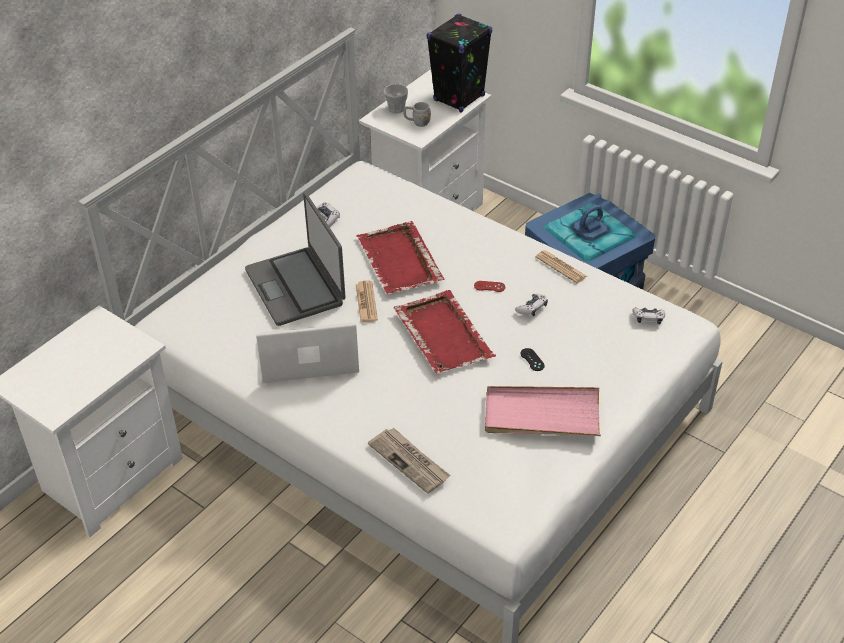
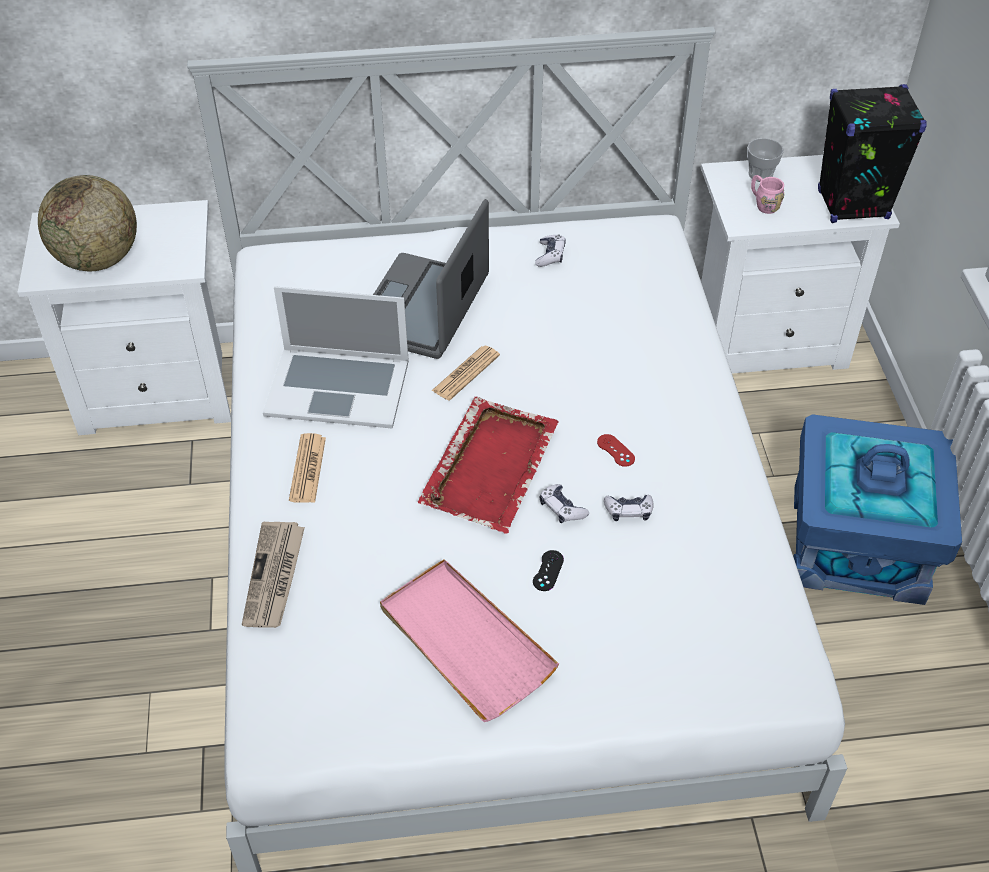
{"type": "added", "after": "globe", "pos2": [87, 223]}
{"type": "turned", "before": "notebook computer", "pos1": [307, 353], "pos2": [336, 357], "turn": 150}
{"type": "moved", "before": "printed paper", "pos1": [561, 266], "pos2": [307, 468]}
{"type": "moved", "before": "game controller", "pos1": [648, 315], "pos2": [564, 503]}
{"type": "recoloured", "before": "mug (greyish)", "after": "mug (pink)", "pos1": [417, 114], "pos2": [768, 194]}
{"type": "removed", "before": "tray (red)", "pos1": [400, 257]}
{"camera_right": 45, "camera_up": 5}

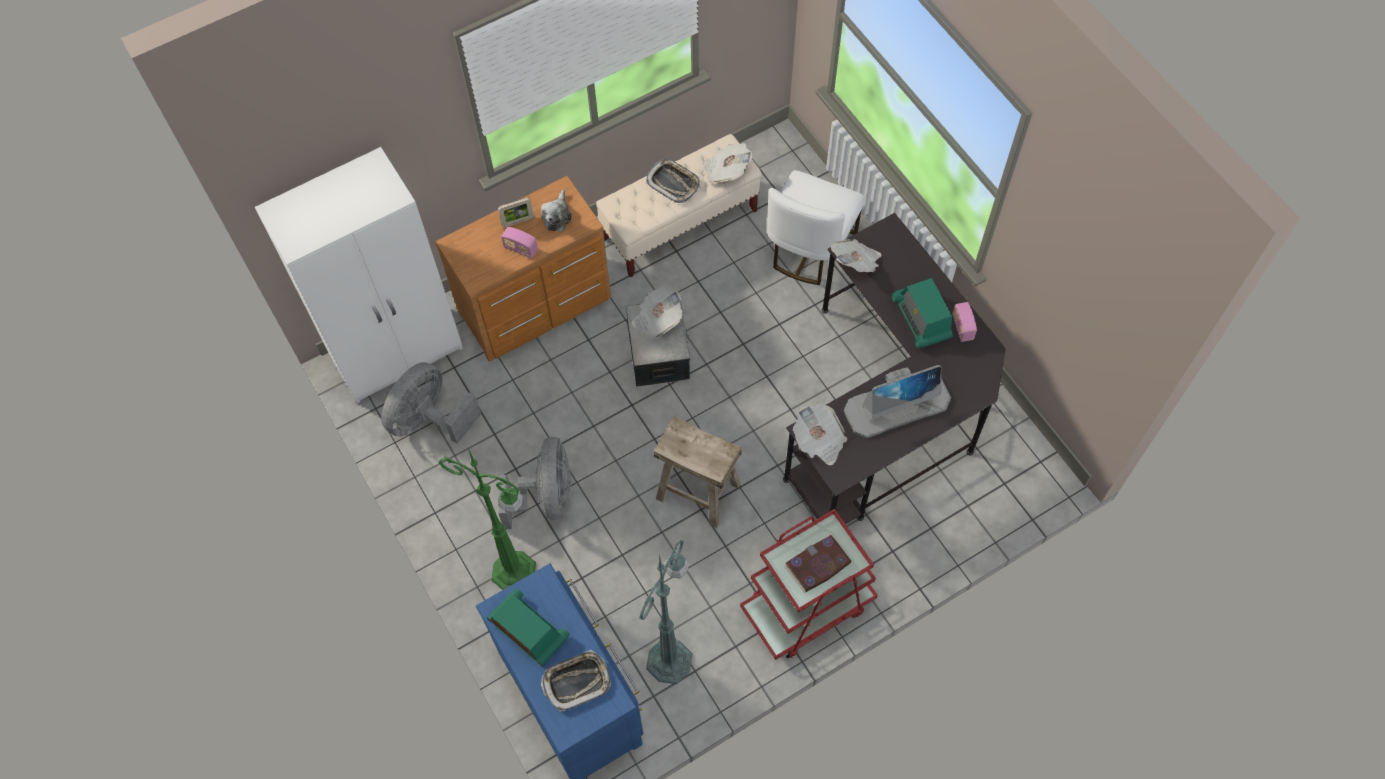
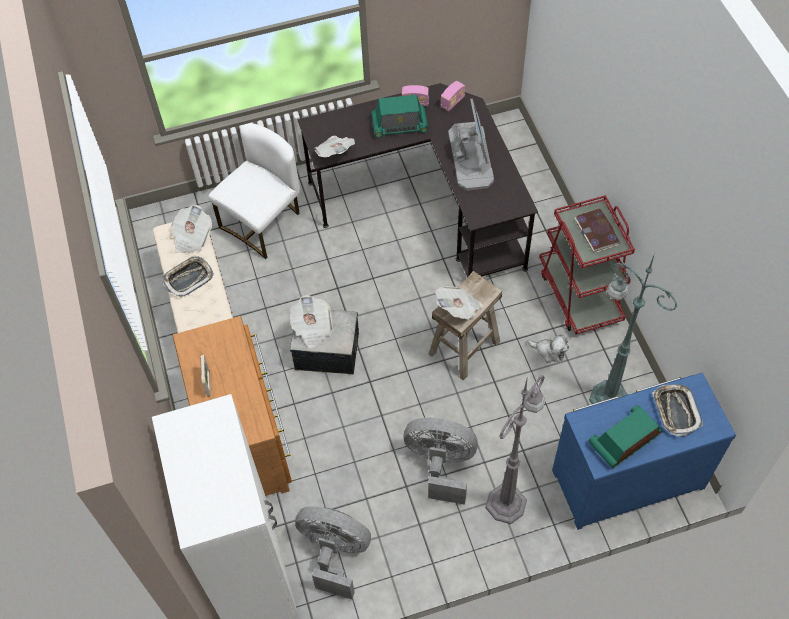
{"type": "turned", "before": "chair (white)", "pos1": [816, 227], "pos2": [254, 191], "turn": -90}
{"type": "turned", "before": "fan (greyish)", "pos1": [431, 403], "pos2": [333, 553], "turn": 150}
{"type": "moved", "before": "printed paper", "pos1": [820, 434], "pos2": [459, 303]}
{"type": "moved", "before": "radio", "pos1": [519, 242], "pos2": [453, 96]}
{"type": "recoloured", "before": "standing lamp (greenish)", "after": "standing lamp (greyish)", "pos1": [487, 519], "pos2": [515, 449]}
{"type": "moved", "before": "soft toy", "pos1": [556, 211], "pos2": [548, 349]}
{"camera_right": -75, "camera_up": -5}

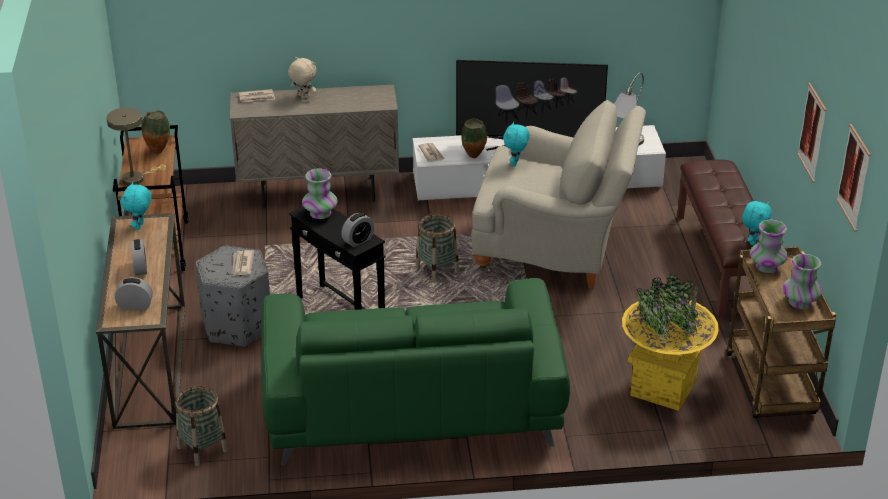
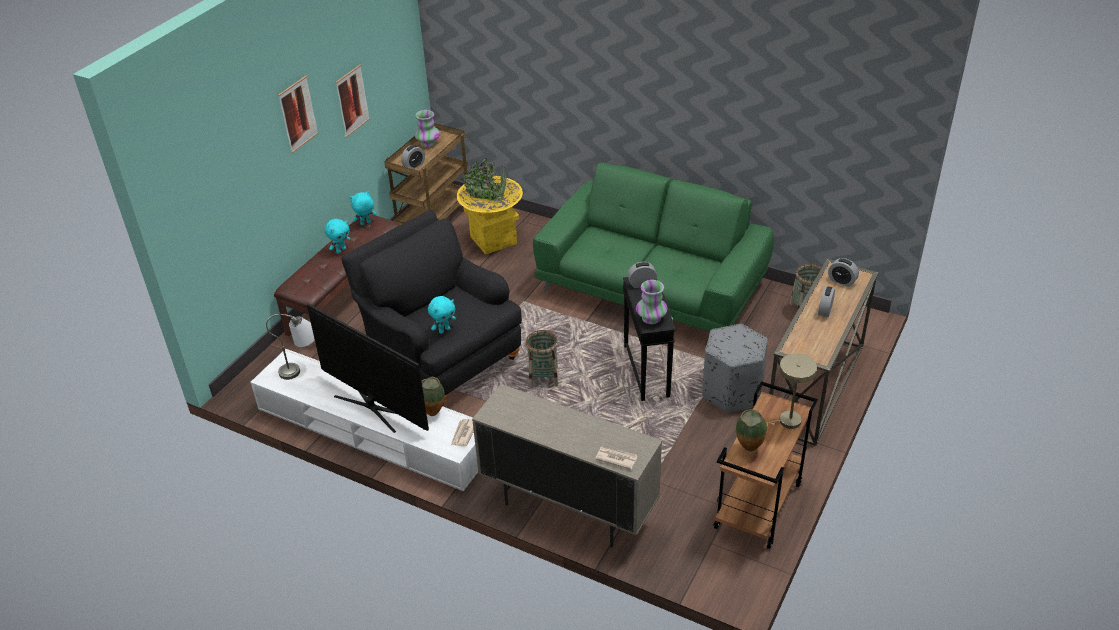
{"type": "moved", "before": "wall art", "pos1": [853, 178], "pos2": [298, 114]}
{"type": "moved", "before": "soft toy (blue-green)", "pos1": [136, 206], "pos2": [337, 236]}
{"type": "recoloured", "before": "armchair (sand-coloured)", "after": "armchair (black-coloured)", "pos1": [558, 194], "pos2": [431, 307]}
{"type": "replaced", "before": "decorative vase", "after": "bedside clock", "pos1": [769, 246], "pos2": [413, 157]}
{"type": "removed", "before": "printed paper", "pos1": [244, 263]}
{"type": "removed", "before": "soft toy (sand-coloured)", "pos1": [302, 77]}
{"camera_right": -145, "camera_up": 5}

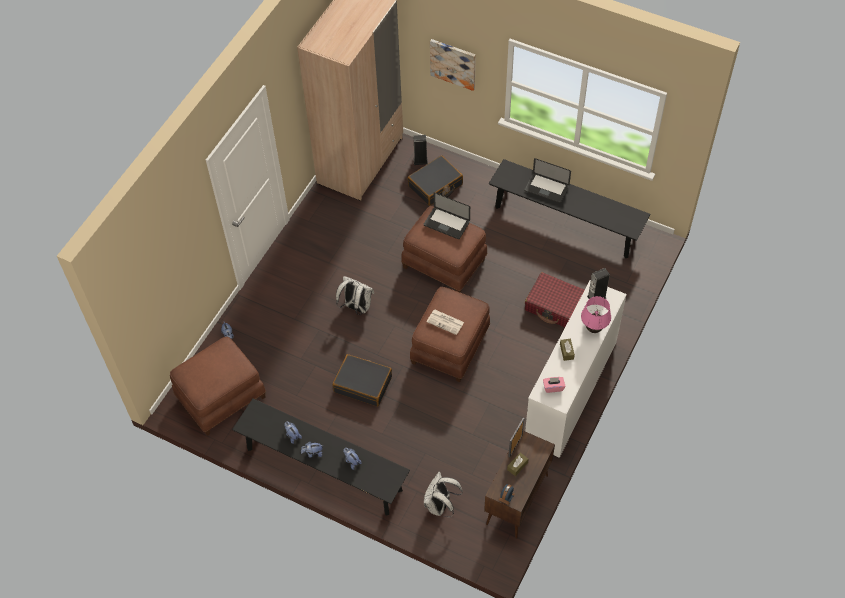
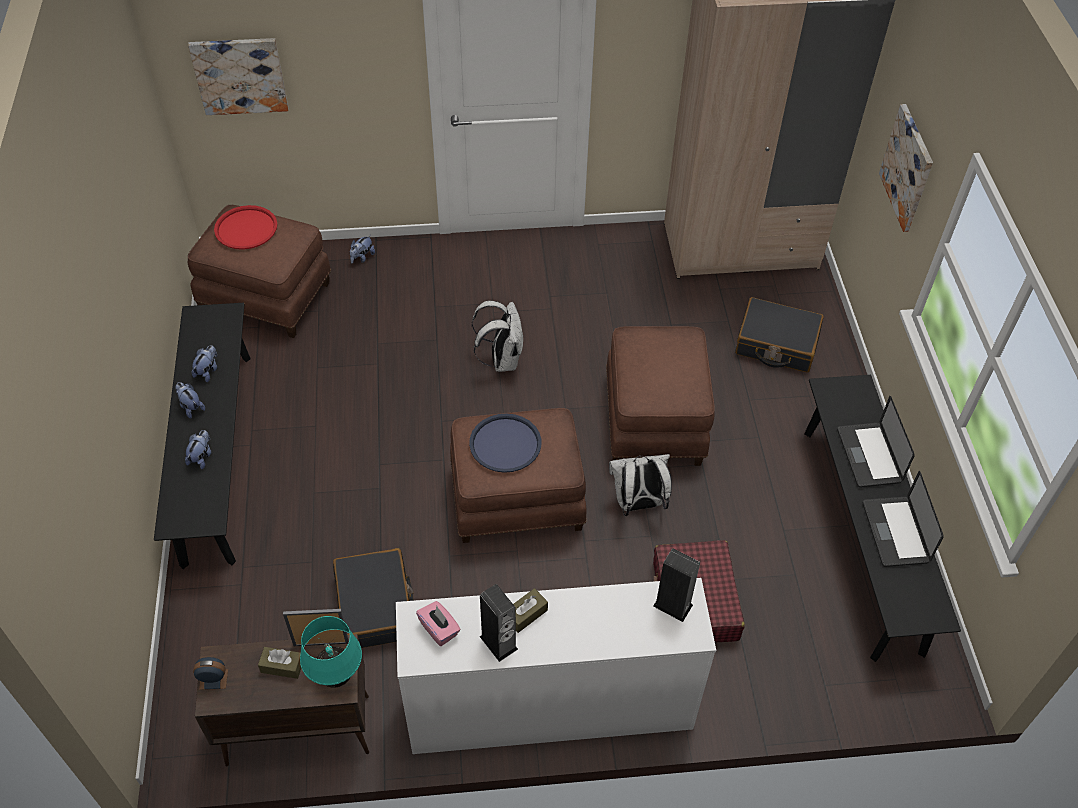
{"type": "added", "after": "wall art", "pos2": [238, 76]}
{"type": "added", "after": "tray (red)", "pos2": [245, 227]}
{"type": "added", "after": "table lamp (blue-green)", "pos2": [331, 652]}
{"type": "moved", "before": "travel case (black-coloured)", "pos1": [362, 380], "pos2": [373, 598]}
{"type": "replaced", "before": "printed paper", "after": "tray (blue-coloured)", "pos1": [445, 322], "pos2": [505, 443]}
{"type": "moved", "before": "speaker", "pos1": [420, 150], "pos2": [498, 623]}
{"type": "moved", "before": "backpack (white)", "pos1": [443, 494], "pos2": [640, 485]}
{"type": "moved", "before": "notebook computer", "pos1": [447, 215], "pos2": [903, 519]}
{"type": "removed", "before": "table lamp (pink)", "pos1": [596, 314]}
{"camera_right": 55, "camera_up": -5}

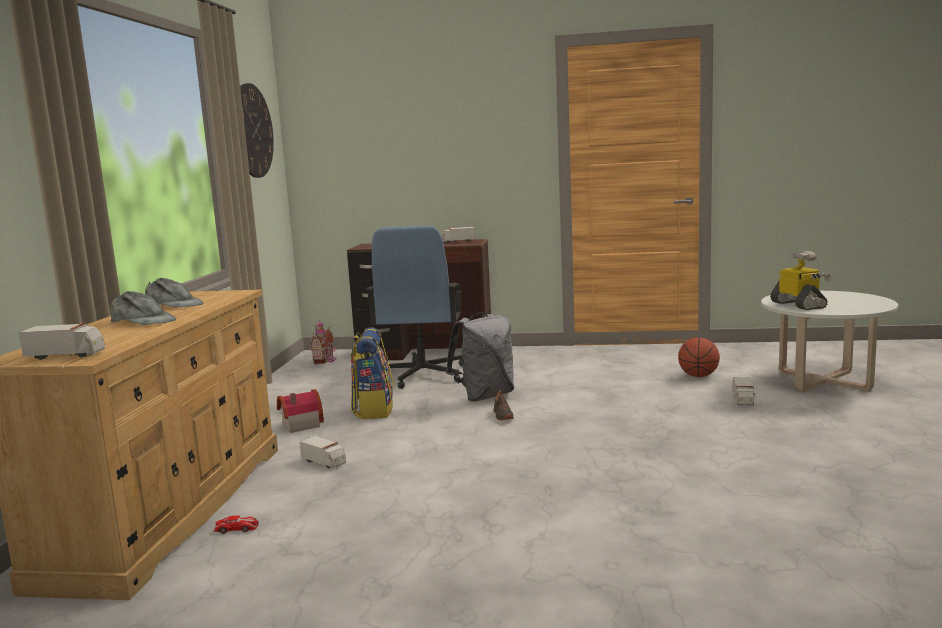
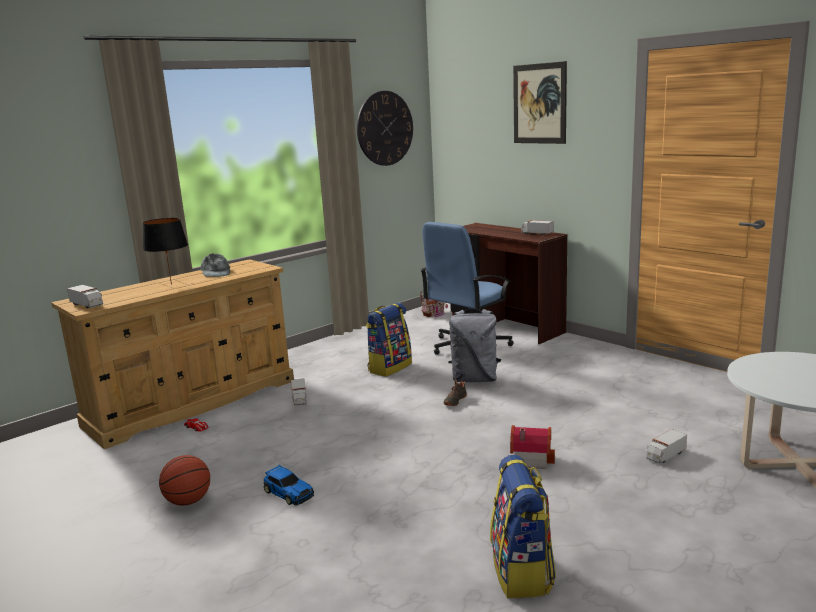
{"type": "replaced", "before": "peaked cap (greyish)", "after": "table lamp (black-coloured)", "pos1": [143, 308], "pos2": [165, 251]}
{"type": "moved", "before": "basketball", "pos1": [699, 357], "pos2": [184, 480]}
{"type": "added", "after": "toy car", "pos2": [288, 485]}
{"type": "added", "after": "backpack", "pos2": [523, 526]}
{"type": "moved", "before": "model house", "pos1": [300, 411], "pos2": [532, 447]}
{"type": "added", "after": "wall art", "pos2": [540, 102]}
{"type": "removed", "before": "model robot", "pos1": [800, 280]}
{"camera_right": 40, "camera_up": 5}

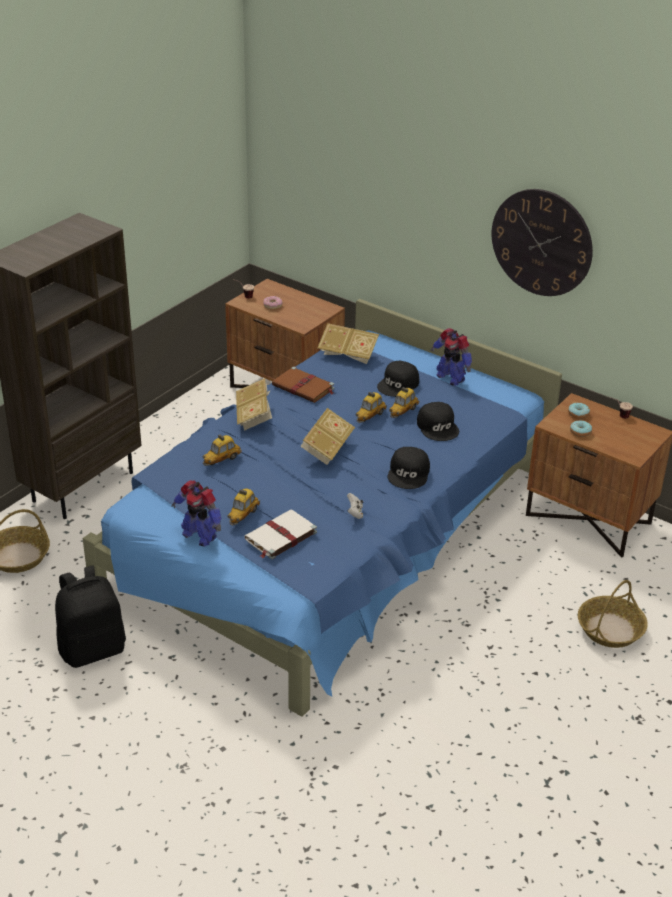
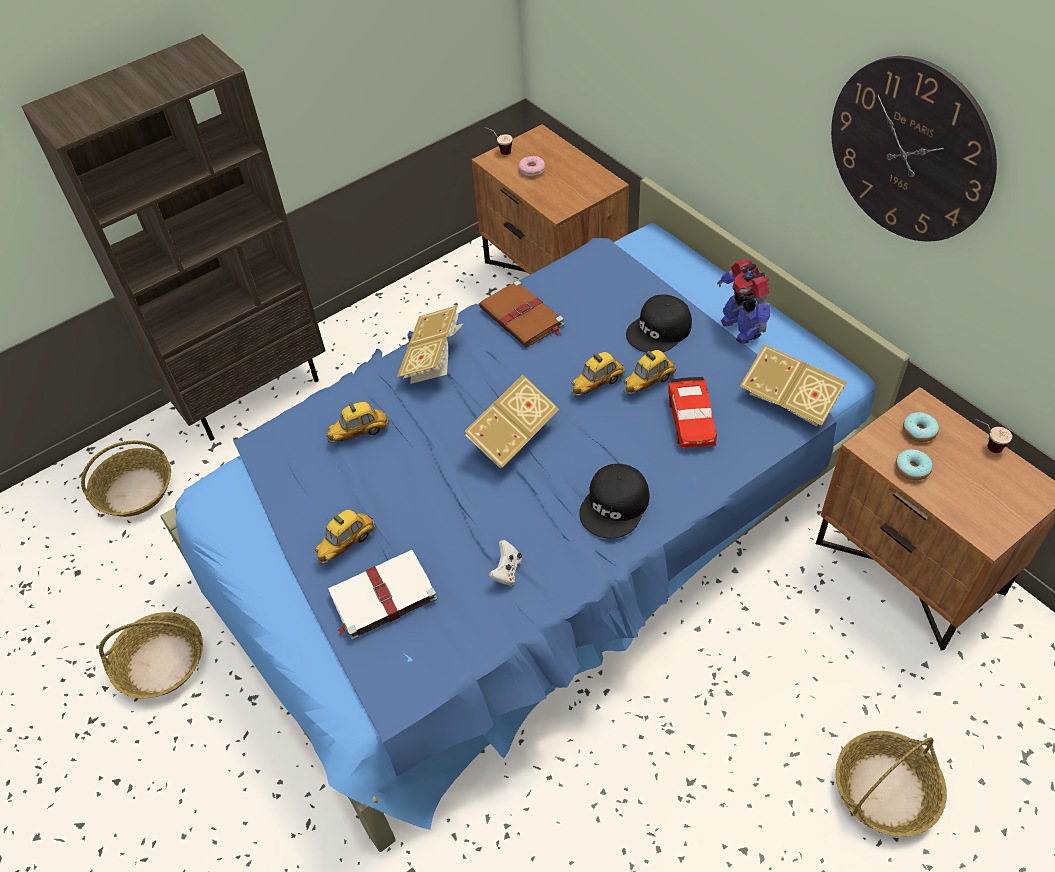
{"type": "replaced", "before": "backpack (black-coloured)", "after": "basket", "pos1": [90, 617], "pos2": [151, 655]}
{"type": "replaced", "before": "peaked cap (black-coloured)", "after": "toy car (red)", "pos1": [438, 421], "pos2": [692, 412]}
{"type": "moved", "before": "bound book", "pos1": [348, 343], "pos2": [793, 385]}
{"type": "removed", "before": "model robot", "pos1": [196, 513]}
{"camera_right": 20, "camera_up": 15}

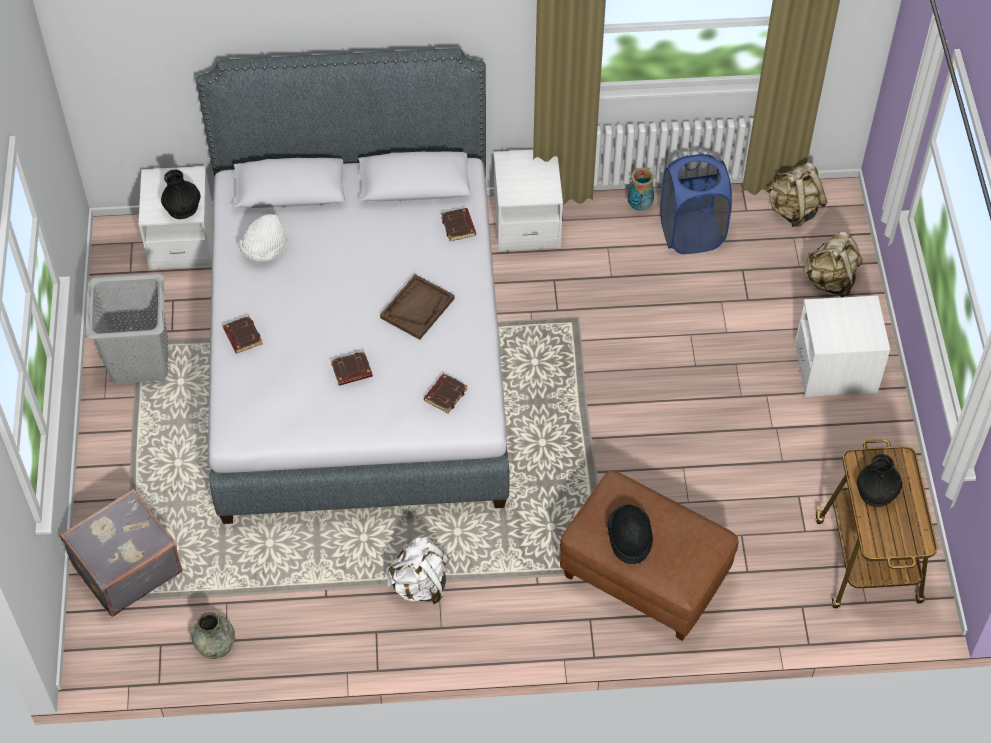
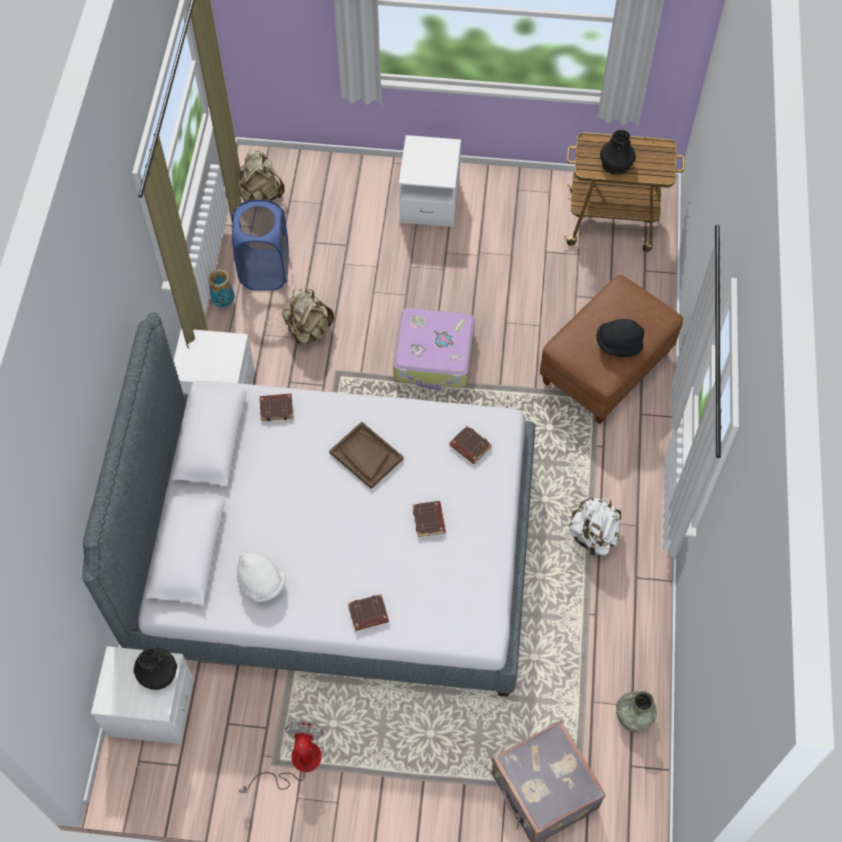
{"type": "replaced", "before": "laundry basket (greyish)", "after": "fan", "pos1": [126, 328], "pos2": [281, 757]}
{"type": "moved", "before": "backpack (sand-coloured)", "pos1": [832, 264], "pos2": [308, 316]}
{"type": "added", "after": "travel case", "pos2": [434, 349]}
{"camera_right": -80, "camera_up": 5}

